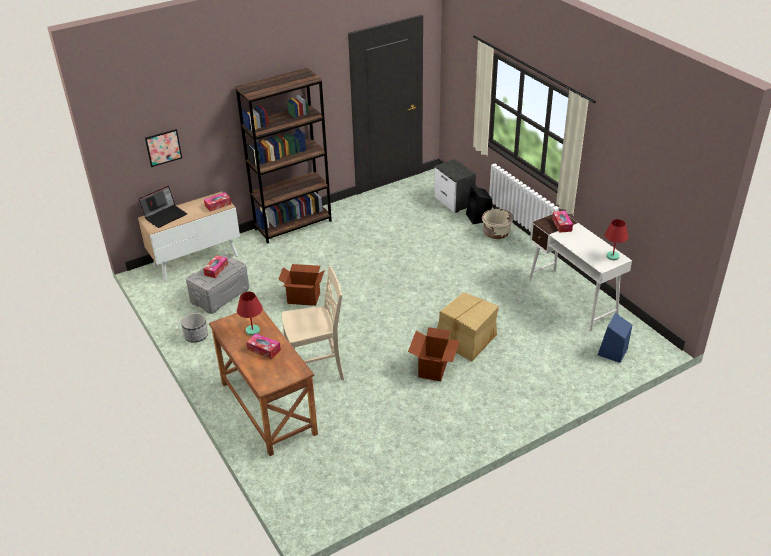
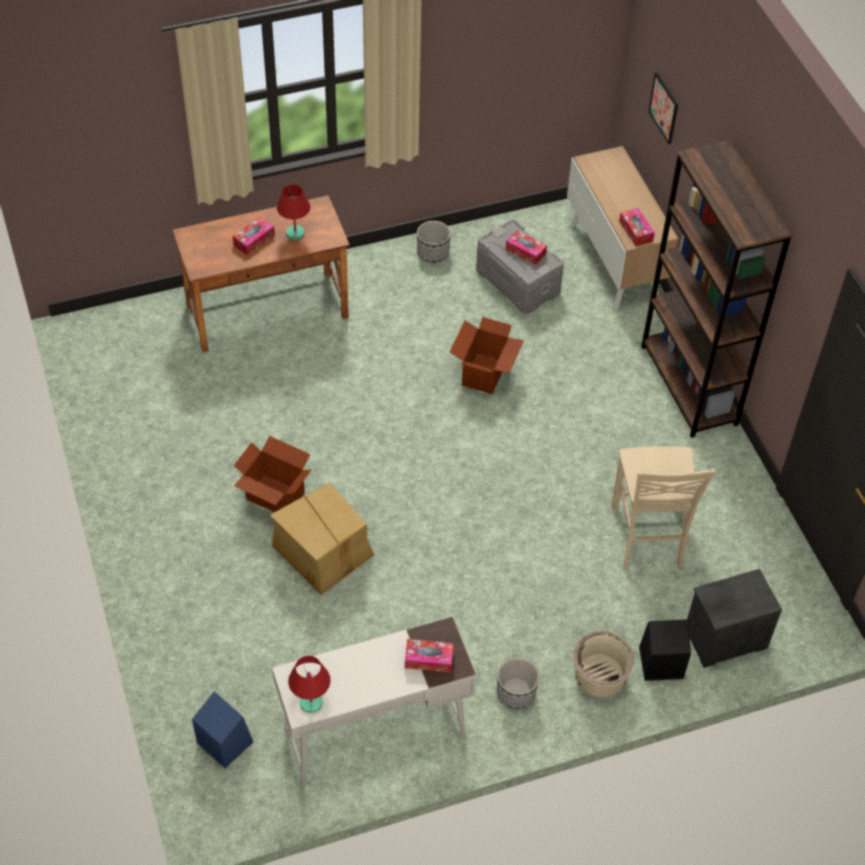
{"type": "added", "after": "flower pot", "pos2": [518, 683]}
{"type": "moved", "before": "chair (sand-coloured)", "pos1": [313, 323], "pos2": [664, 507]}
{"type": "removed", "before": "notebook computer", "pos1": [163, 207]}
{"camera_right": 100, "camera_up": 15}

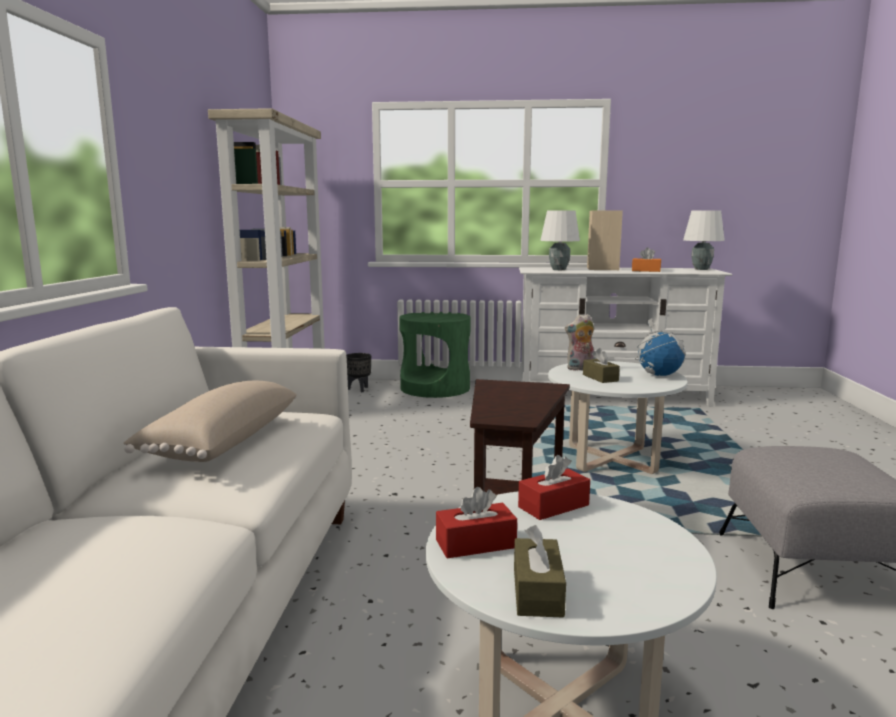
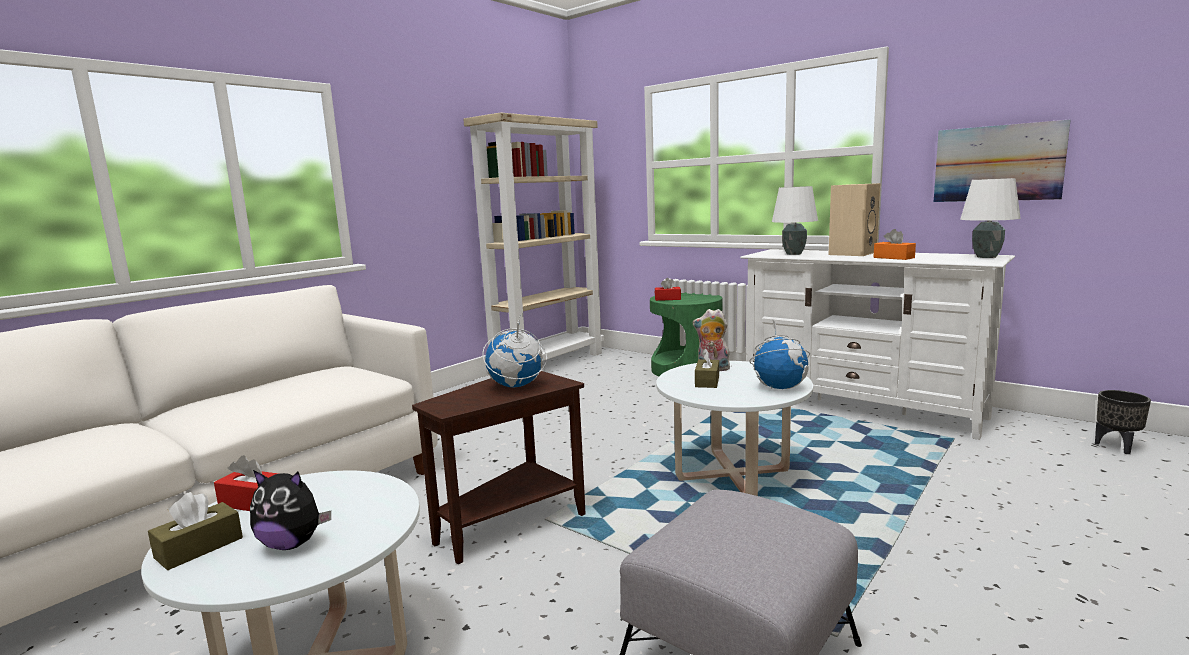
{"type": "added", "after": "soft toy", "pos2": [290, 510]}
{"type": "added", "after": "globe", "pos2": [514, 352]}
{"type": "moved", "before": "box of tissues (red)", "pos1": [554, 487], "pos2": [668, 289]}
{"type": "added", "after": "wall art", "pos2": [1002, 161]}
{"type": "moved", "before": "flower pot (black-coloured)", "pos1": [358, 372], "pos2": [1123, 422]}
{"type": "removed", "before": "throw pillow (sand-coloured)", "pos1": [210, 421]}
{"camera_right": 35, "camera_up": 0}

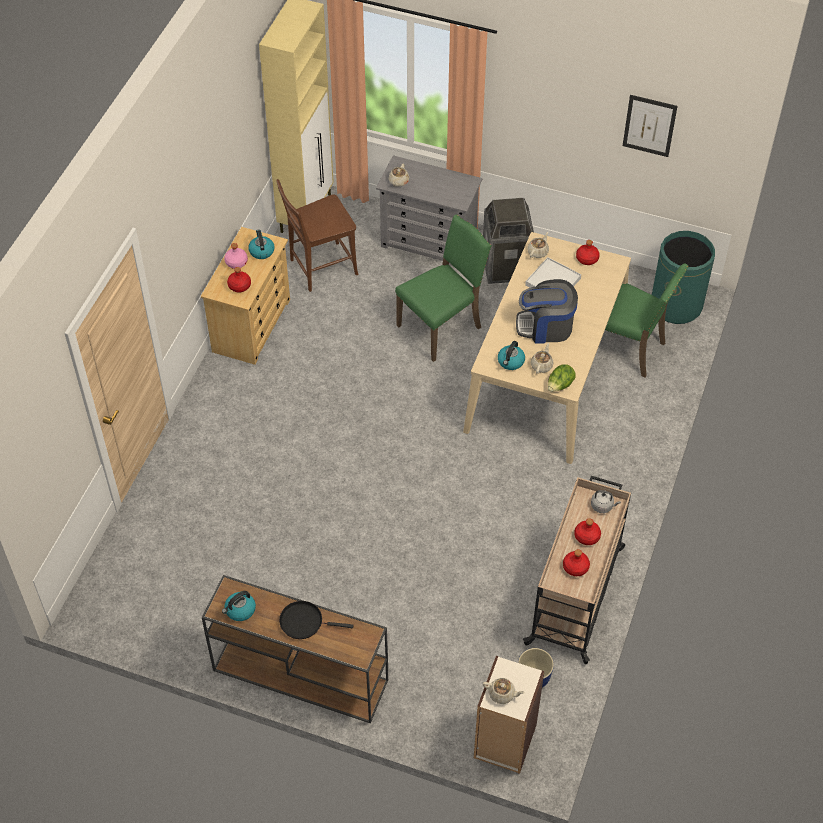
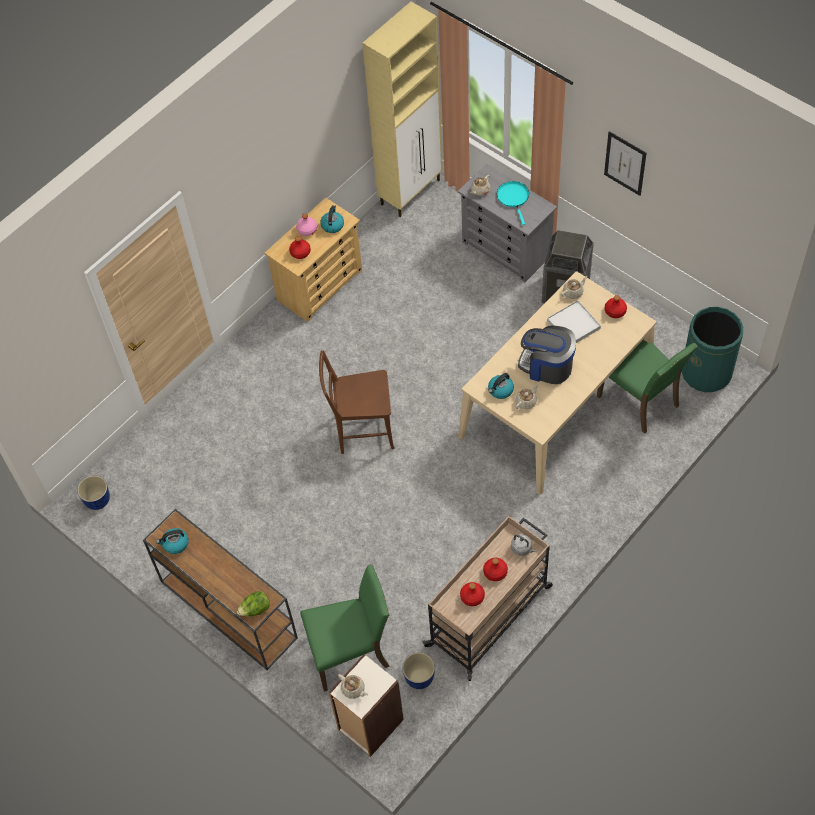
{"type": "added", "after": "flower pot", "pos2": [93, 493]}
{"type": "moved", "before": "head of lettuce", "pos1": [562, 378], "pos2": [253, 603]}
{"type": "moved", "before": "chair (greenish)", "pos1": [443, 288], "pos2": [344, 628]}
{"type": "moved", "before": "chair (brownish)", "pos1": [317, 235], "pos2": [357, 402]}
{"type": "added", "after": "skillet (blue-green)", "pos2": [513, 203]}
{"type": "moved", "before": "wall art", "pos1": [650, 126], "pos2": [625, 163]}
{"type": "removed", "before": "skillet (black-coloured)", "pos1": [316, 620]}
{"camera_right": 25, "camera_up": 5}

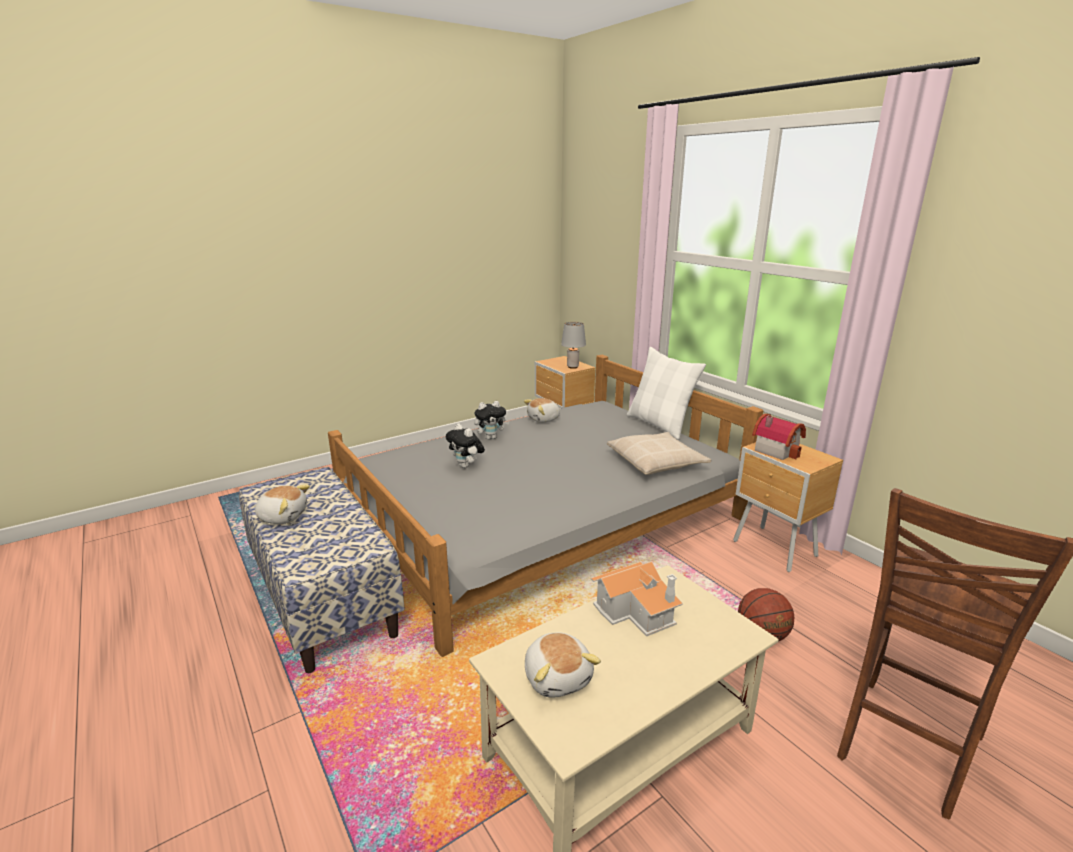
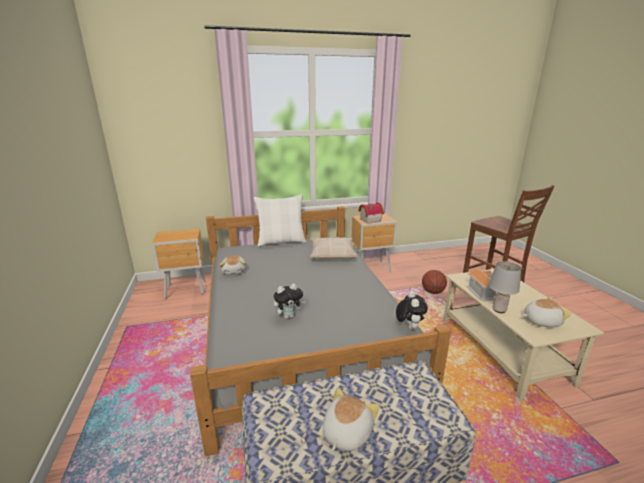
{"type": "moved", "before": "soft toy", "pos1": [492, 420], "pos2": [412, 310]}
{"type": "moved", "before": "table lamp (greyish)", "pos1": [573, 345], "pos2": [505, 287]}
{"camera_right": -70, "camera_up": 0}

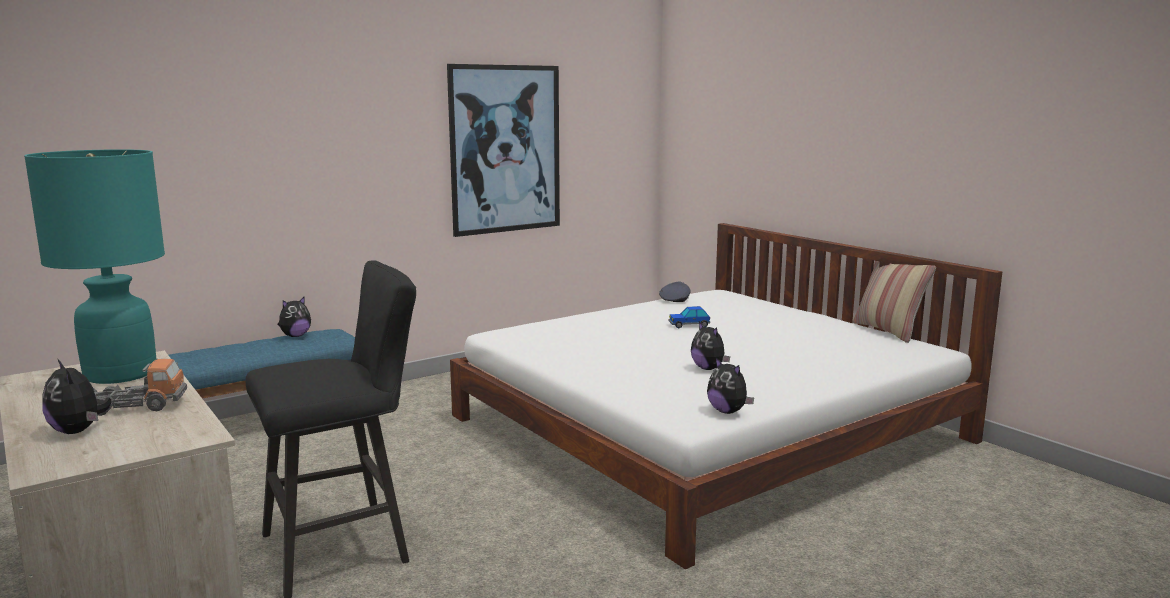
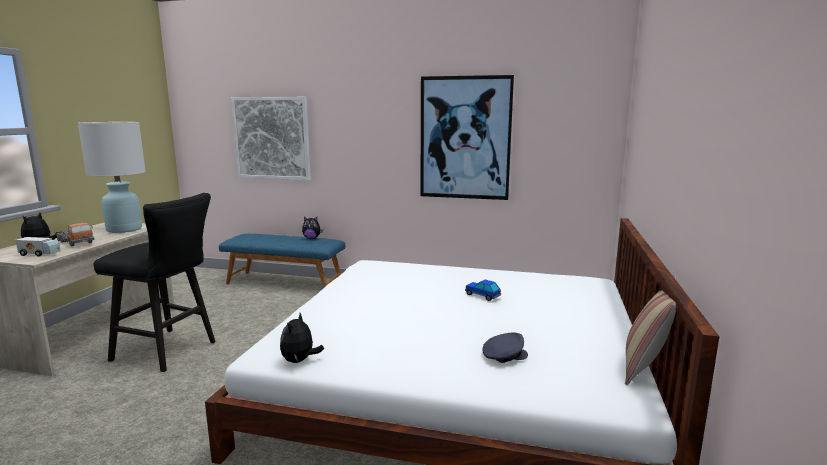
{"type": "added", "after": "toy truck", "pos2": [38, 247]}
{"type": "recoloured", "before": "table lamp (blue-green)", "after": "table lamp (white)", "pos1": [94, 266], "pos2": [112, 177]}
{"type": "added", "after": "wall art", "pos2": [271, 138]}
{"type": "moved", "before": "peaked cap (greyish)", "pos1": [675, 292], "pos2": [505, 347]}
{"type": "removed", "before": "soft toy", "pos1": [710, 346]}
{"camera_right": 50, "camera_up": 0}

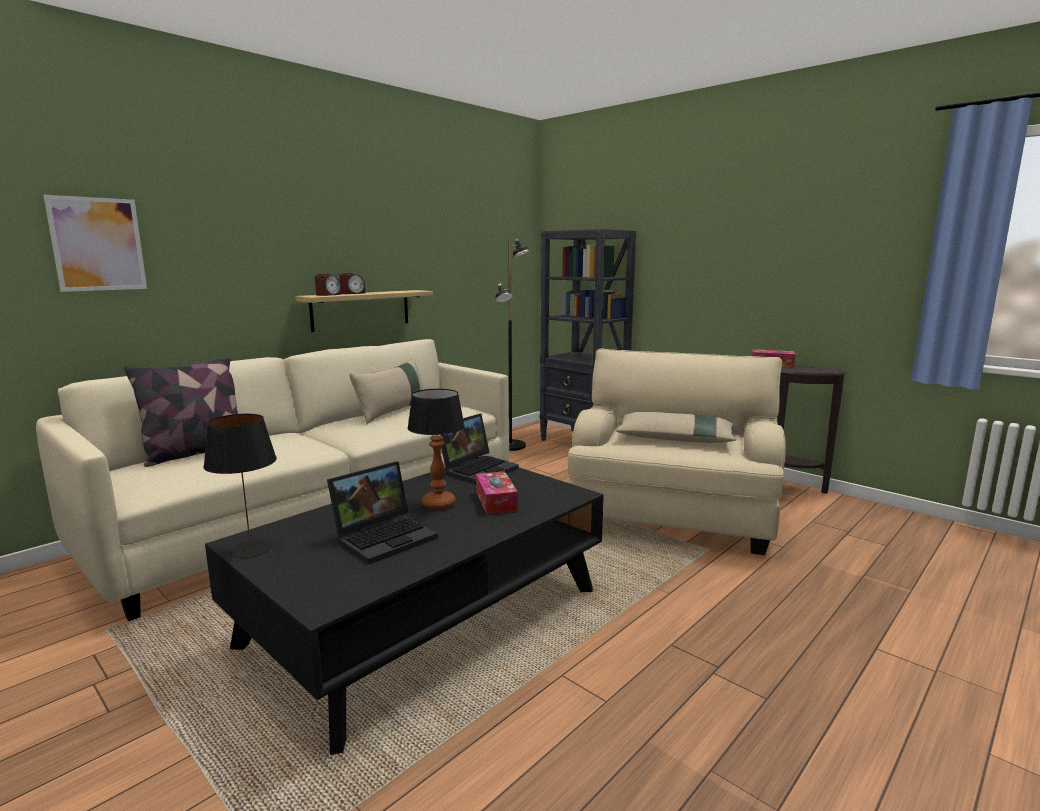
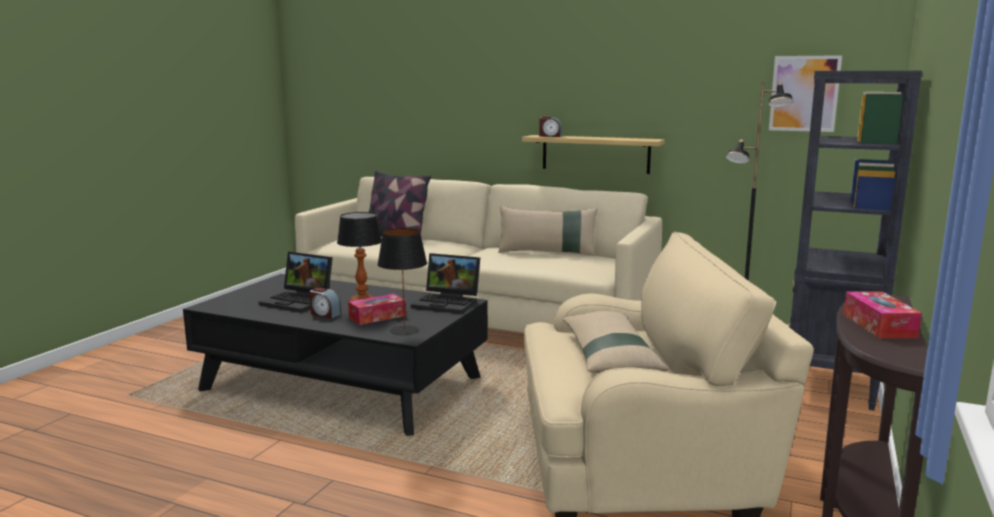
{"type": "moved", "before": "bedside clock", "pos1": [352, 283], "pos2": [325, 303]}
{"type": "moved", "before": "table lamp (black-coloured)", "pos1": [240, 486], "pos2": [402, 281]}
{"type": "moved", "before": "wall art", "pos1": [95, 243], "pos2": [805, 93]}
{"camera_right": 70, "camera_up": 0}

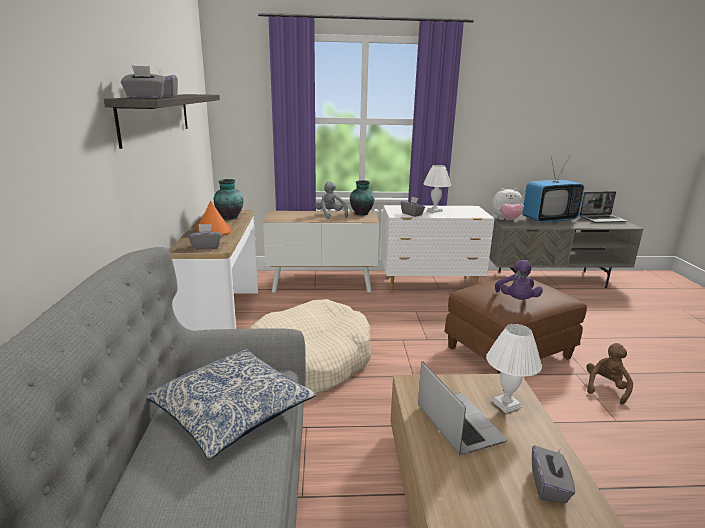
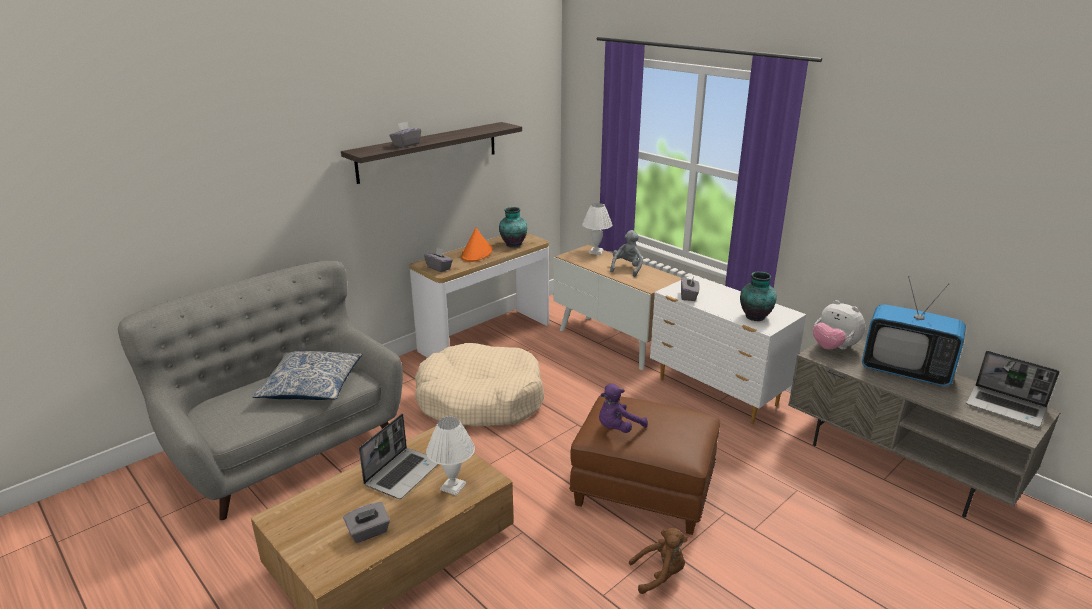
{"type": "moved", "before": "table lamp (white)", "pos1": [437, 189], "pos2": [597, 229]}
{"type": "moved", "before": "decorative vase", "pos1": [362, 198], "pos2": [758, 296]}
{"type": "removed", "before": "box of tissues (greyish)", "pos1": [143, 81]}
{"camera_right": 50, "camera_up": 5}

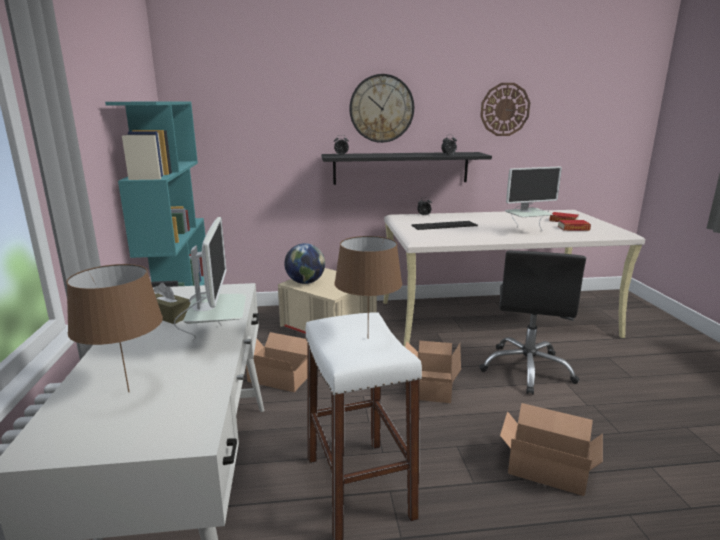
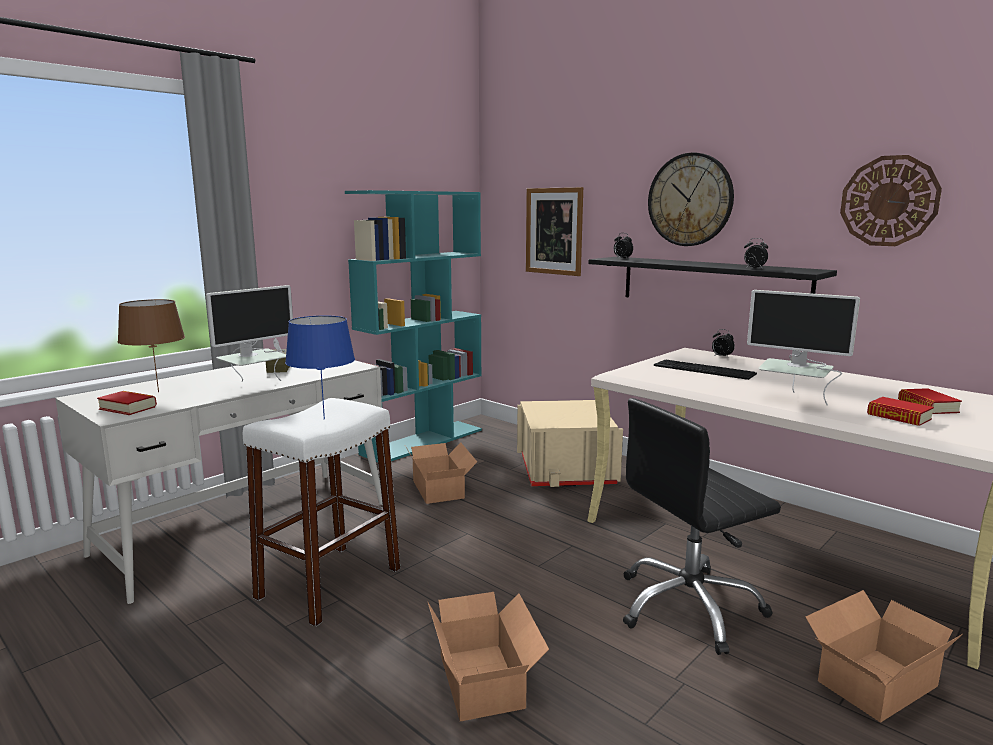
{"type": "added", "after": "bound book", "pos2": [127, 403]}
{"type": "recoloured", "before": "table lamp (brownish)", "after": "table lamp (blue-coloured)", "pos1": [368, 287], "pos2": [320, 367]}
{"type": "added", "after": "wall art", "pos2": [554, 231]}
{"type": "moved", "before": "cardboard box", "pos1": [433, 372], "pos2": [884, 656]}
{"type": "removed", "before": "globe", "pos1": [304, 263]}
{"camera_right": 50, "camera_up": -5}

